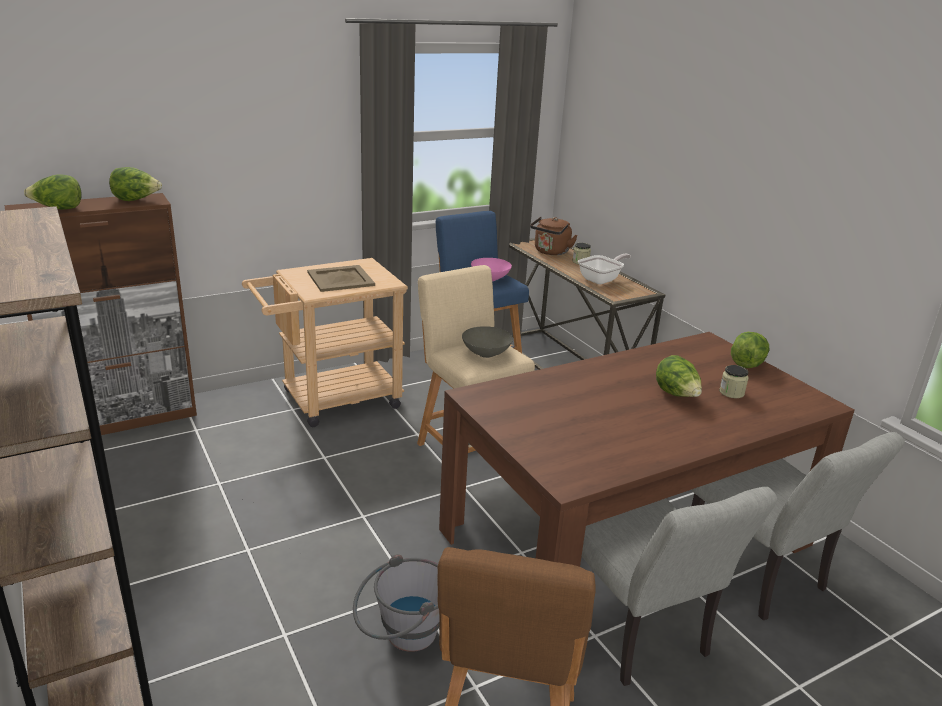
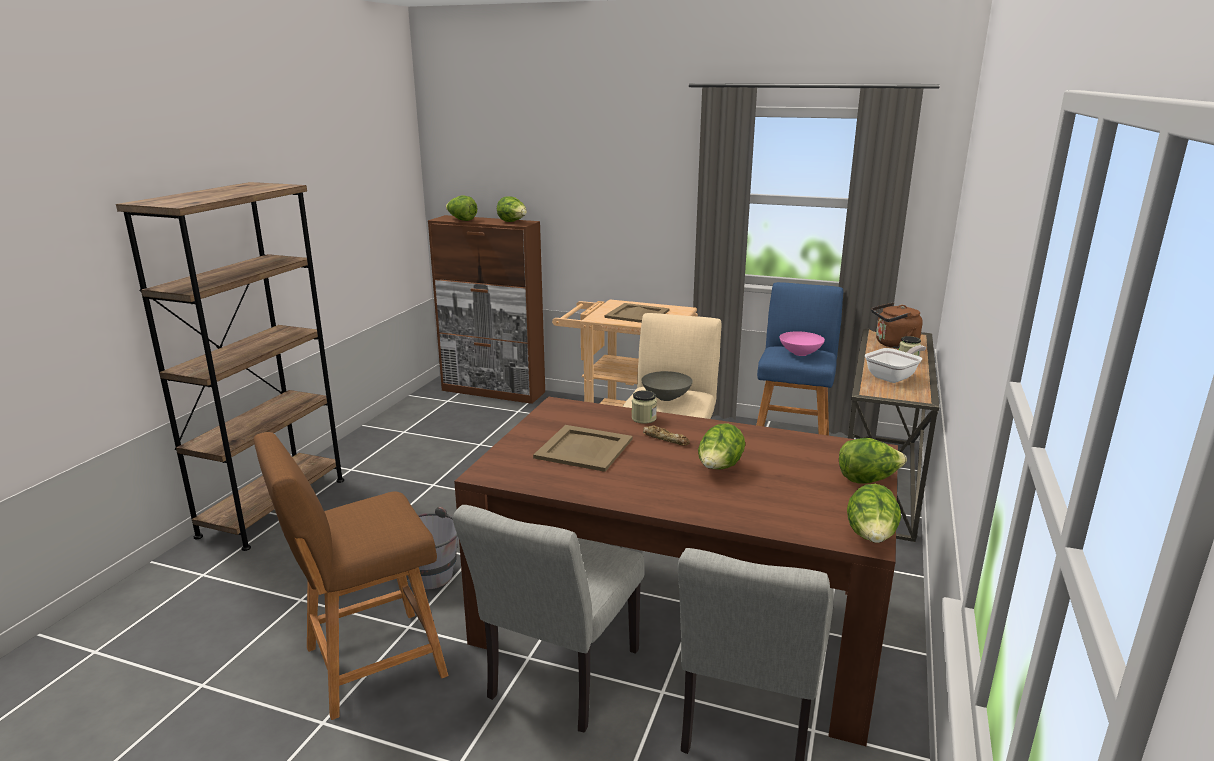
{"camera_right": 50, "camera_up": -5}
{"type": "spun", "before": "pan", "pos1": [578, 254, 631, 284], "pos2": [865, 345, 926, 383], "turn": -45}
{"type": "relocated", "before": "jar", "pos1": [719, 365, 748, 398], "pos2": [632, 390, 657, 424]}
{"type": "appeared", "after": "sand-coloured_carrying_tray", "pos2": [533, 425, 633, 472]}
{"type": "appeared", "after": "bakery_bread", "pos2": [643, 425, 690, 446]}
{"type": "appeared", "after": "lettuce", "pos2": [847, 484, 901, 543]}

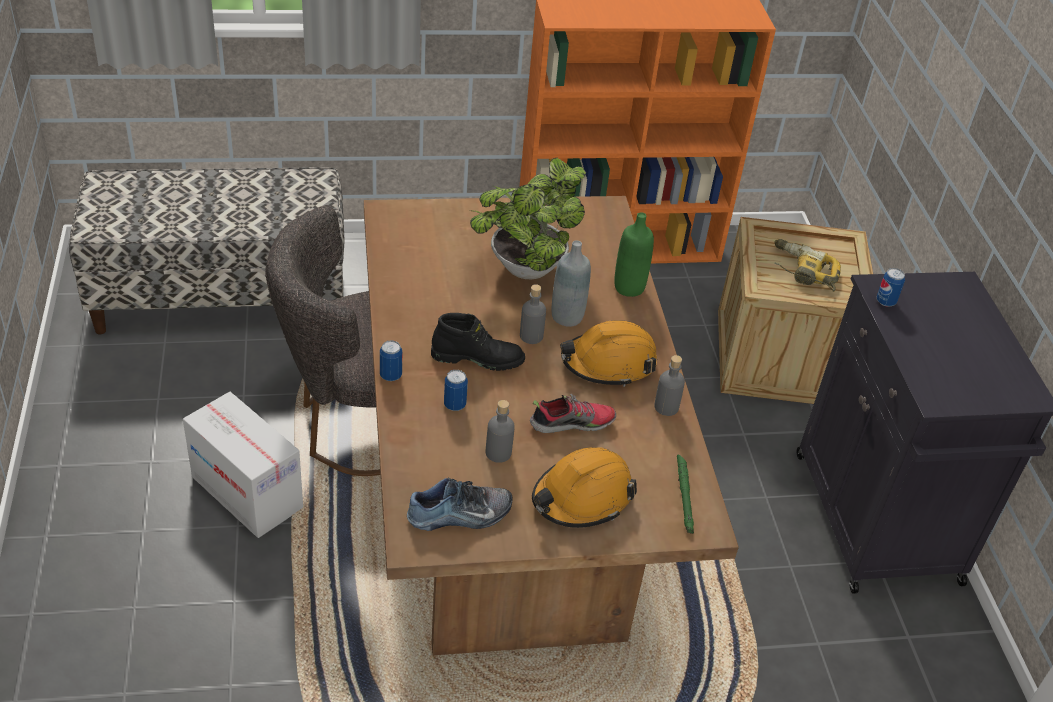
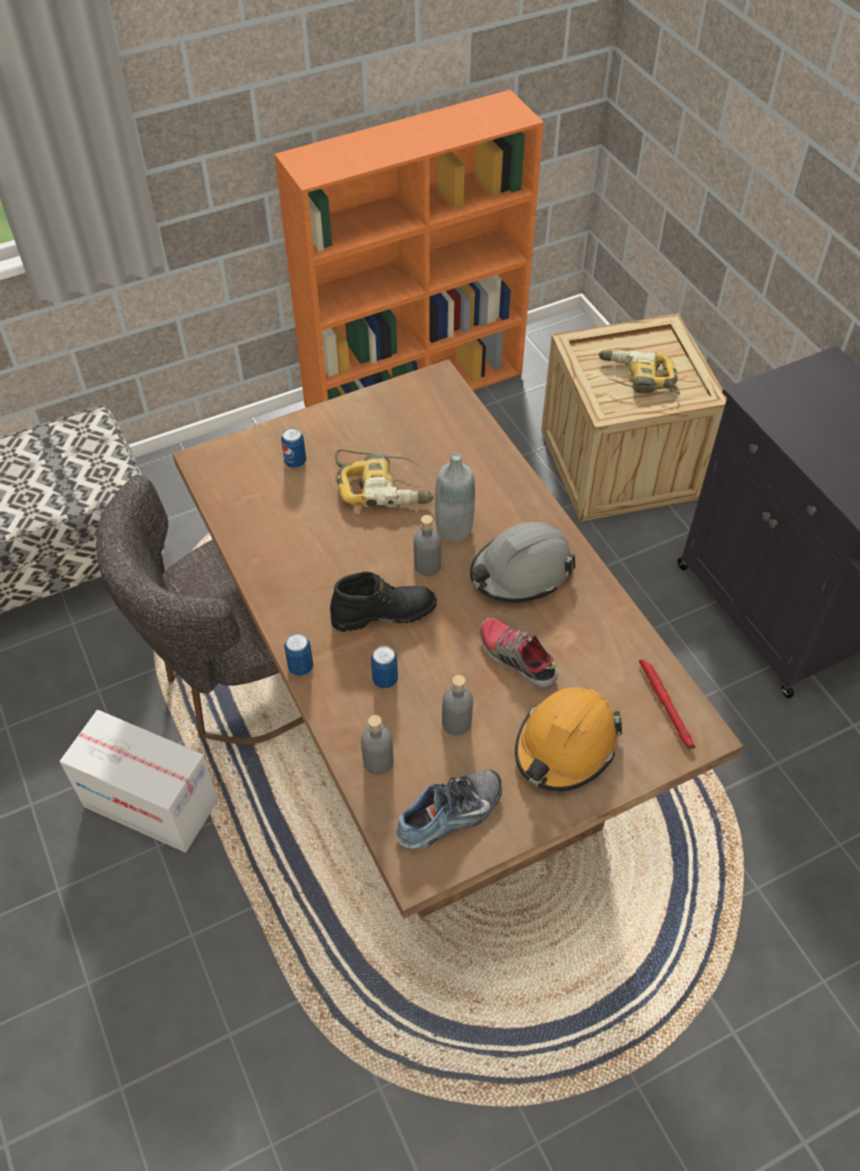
{"camera_right": -15, "camera_up": 10}
{"type": "exchanged", "before": "plant_in_a_pot", "after": "power_drill", "pos1": [470, 158, 586, 279], "pos2": [335, 449, 434, 507]}
{"type": "spun", "before": "shoe", "pos1": [530, 393, 616, 434], "pos2": [479, 618, 558, 687], "turn": -105}
{"type": "colour", "before": "orange_work_helmet", "after": "gray_work_helmet", "pos1": [560, 320, 657, 387], "pos2": [470, 522, 576, 602]}
{"type": "missing", "before": "green-coloured_beverage_bottle", "pos1": [614, 212, 654, 297]}
{"type": "relocated", "before": "gray_beverage_bottle", "pos1": [654, 355, 685, 416], "pos2": [361, 715, 393, 775]}
{"type": "colour", "before": "green-coloured_hand_torch", "after": "reddish_hand_torch", "pos1": [677, 455, 694, 534], "pos2": [639, 660, 696, 749]}
{"type": "relocated", "before": "sealed_can", "pos1": [877, 268, 905, 307], "pos2": [281, 427, 306, 468]}

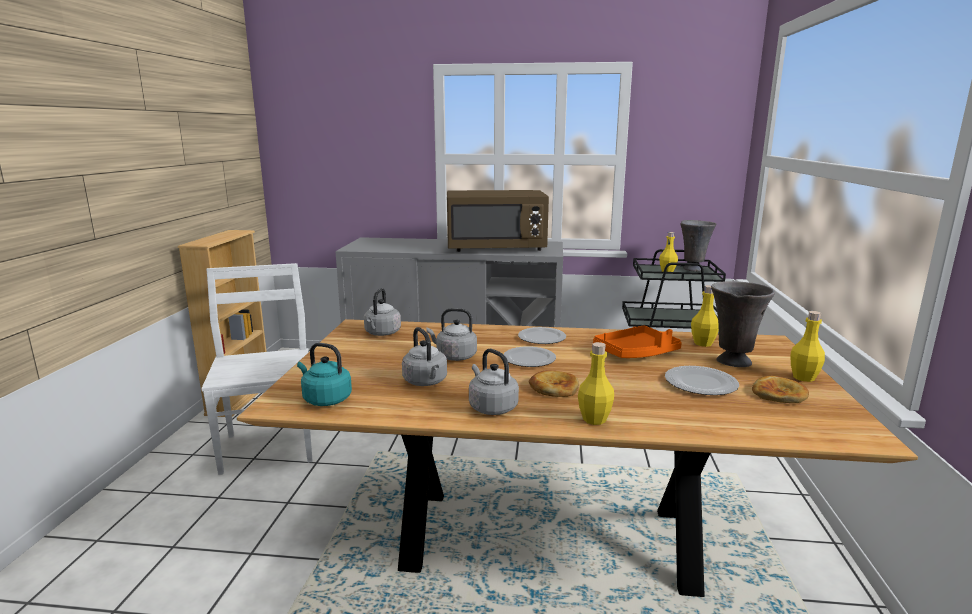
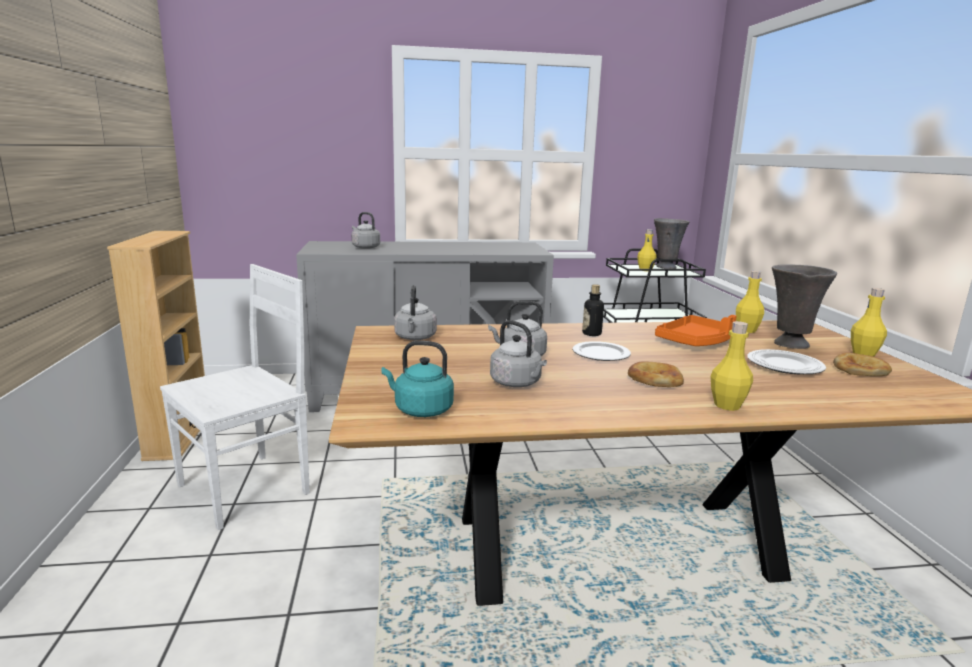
{"camera_right": -15, "camera_up": 0}
{"type": "spun", "before": "whitish_chair", "pos1": [201, 263, 312, 475], "pos2": [160, 264, 310, 530], "turn": 75}
{"type": "missing", "before": "brownish_kitchen_microwave", "pos1": [447, 190, 549, 252]}
{"type": "relocated", "before": "gray_kettle", "pos1": [469, 348, 519, 415], "pos2": [352, 212, 380, 249]}
{"type": "exchanged", "before": "dinner_plate", "after": "beverage_bottle", "pos1": [518, 327, 566, 344], "pos2": [582, 284, 604, 336]}

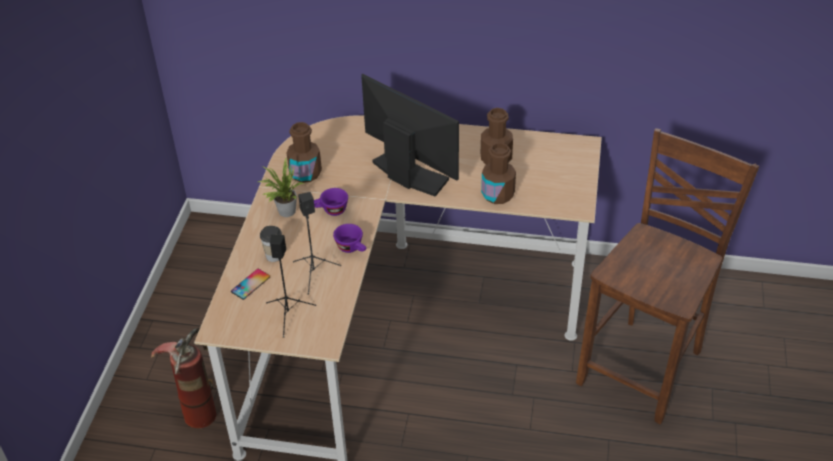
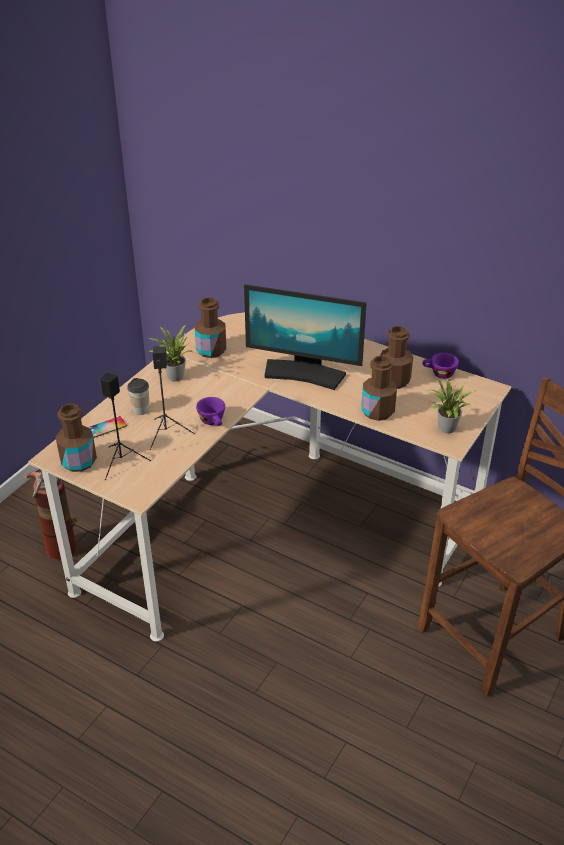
{"camera_right": 20, "camera_up": -5}
{"type": "relocated", "before": "purple-coloured_cup", "pos1": [314, 188, 348, 216], "pos2": [422, 353, 459, 379]}
{"type": "spun", "before": "computer_screen", "pos1": [361, 74, 459, 197], "pos2": [244, 284, 367, 390], "turn": 135}
{"type": "appeared", "after": "brownish_beverage_bottle", "pos2": [56, 404, 97, 472]}
{"type": "appeared", "after": "plant_in_a_pot", "pos2": [430, 374, 475, 433]}

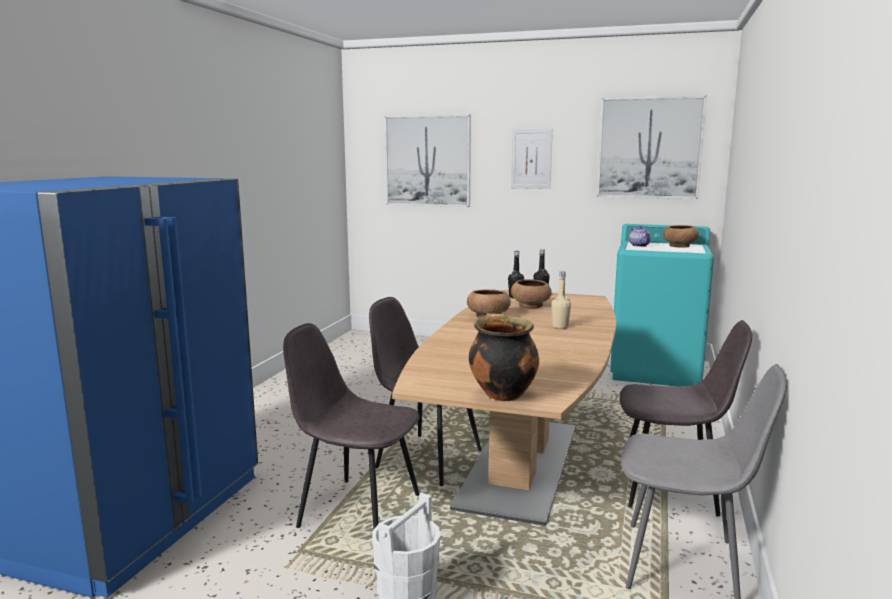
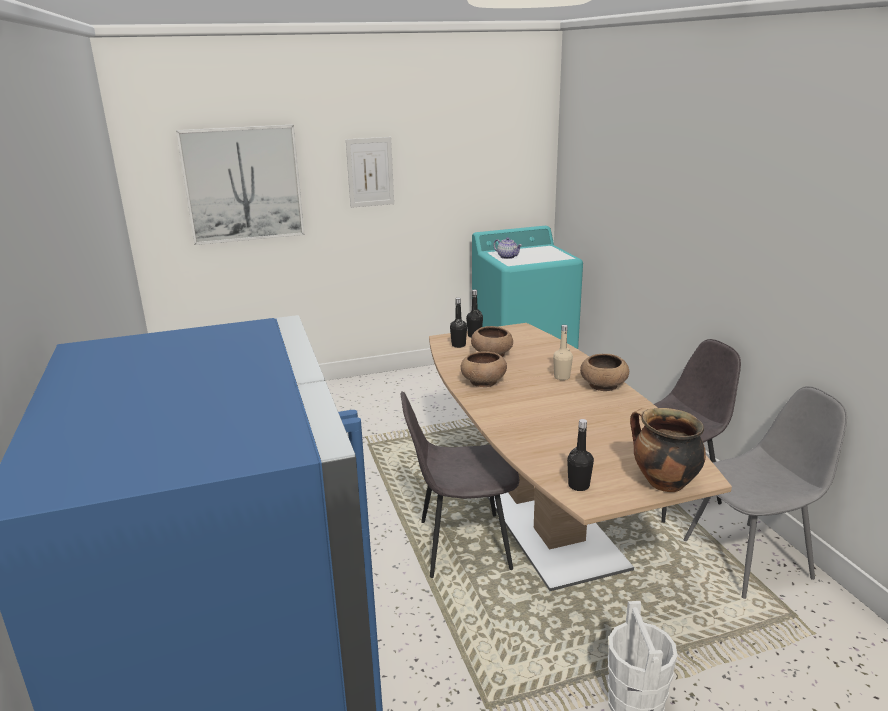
{"camera_right": -35, "camera_up": 10}
{"type": "missing", "before": "gray_chair", "pos1": [283, 323, 420, 529]}
{"type": "missing", "before": "wall_picture", "pos1": [597, 96, 707, 199]}
{"type": "relocated", "before": "brownish_deep_dish", "pos1": [663, 225, 699, 248], "pos2": [580, 354, 629, 391]}
{"type": "appeared", "after": "black-coloured_beverage_bottle", "pos2": [567, 419, 594, 491]}

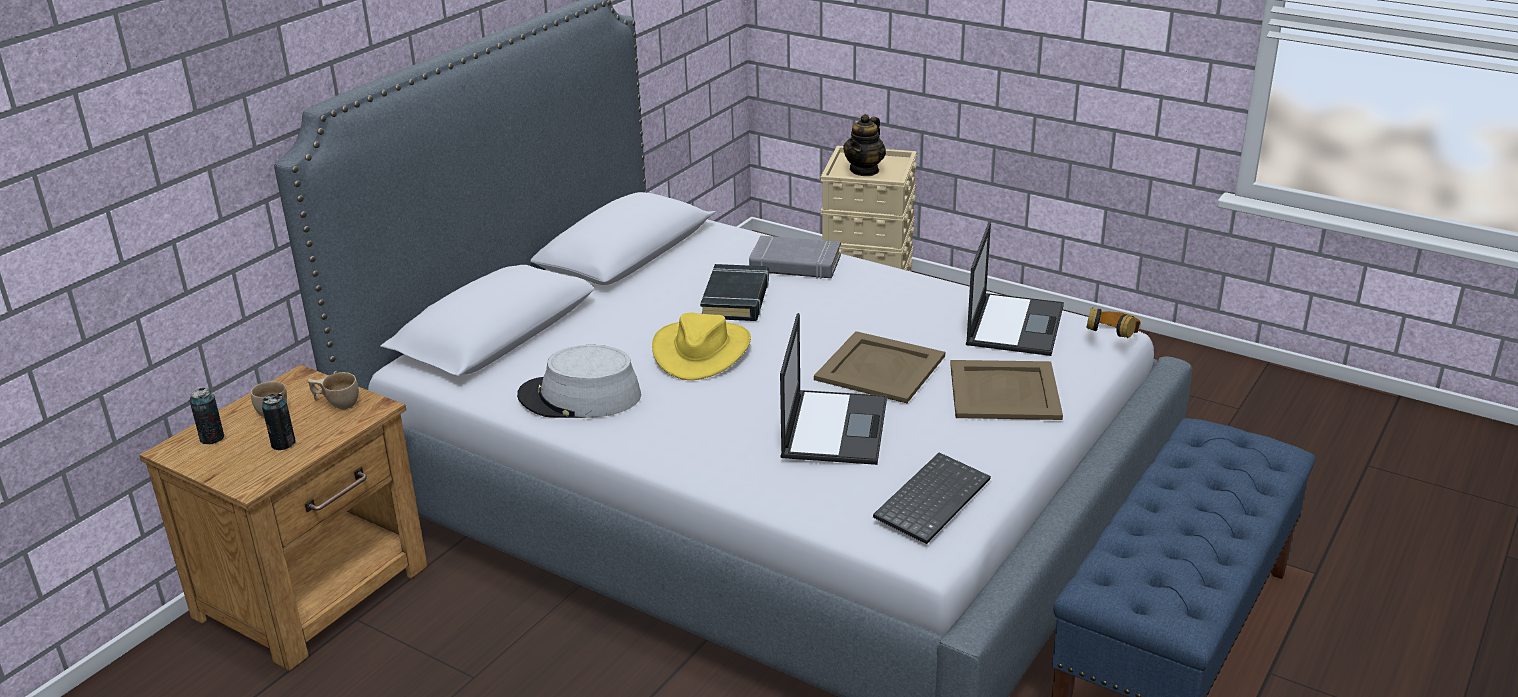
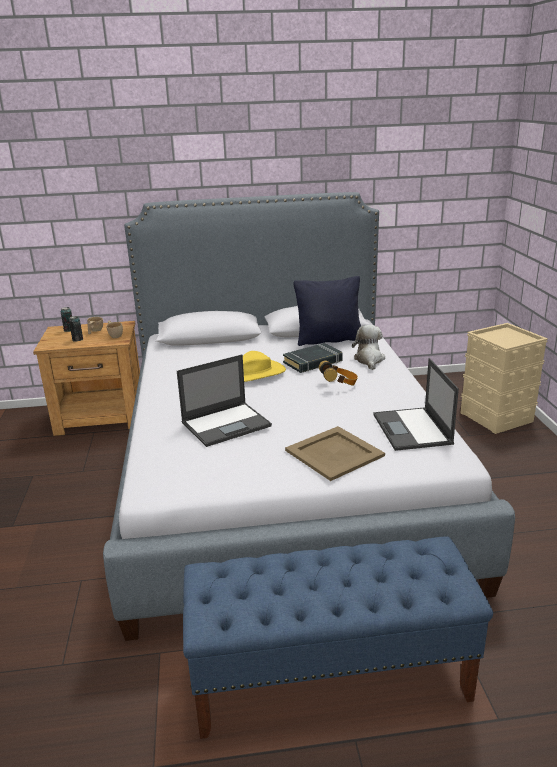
{"camera_right": 50, "camera_up": -5}
{"type": "missing", "before": "gray_hat", "pos1": [517, 345, 641, 418]}
{"type": "exchanged", "before": "gray_book", "after": "soft_toy", "pos1": [749, 236, 841, 279], "pos2": [352, 325, 385, 370]}
{"type": "missing", "before": "sand-coloured_carrying_tray", "pos1": [814, 331, 945, 403]}
{"type": "missing", "before": "tea_pot", "pos1": [843, 114, 886, 176]}
{"type": "missing", "before": "keyboard", "pos1": [873, 452, 991, 544]}
{"type": "spun", "before": "portable_computer", "pos1": [966, 222, 1064, 356], "pos2": [374, 358, 459, 451], "turn": 105}
{"type": "relocated", "before": "pair_of_headphones", "pos1": [1087, 308, 1141, 338], "pos2": [319, 360, 358, 386]}
{"type": "appeared", "after": "black-coloured_pillow", "pos2": [294, 276, 361, 346]}

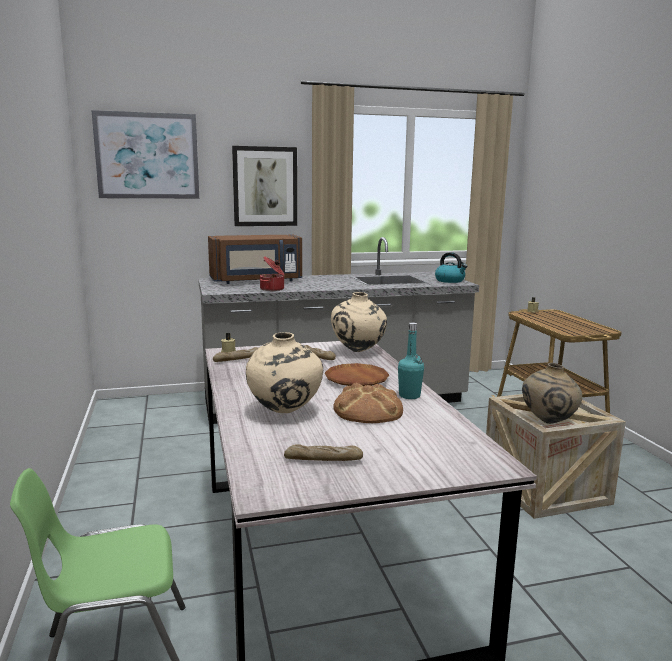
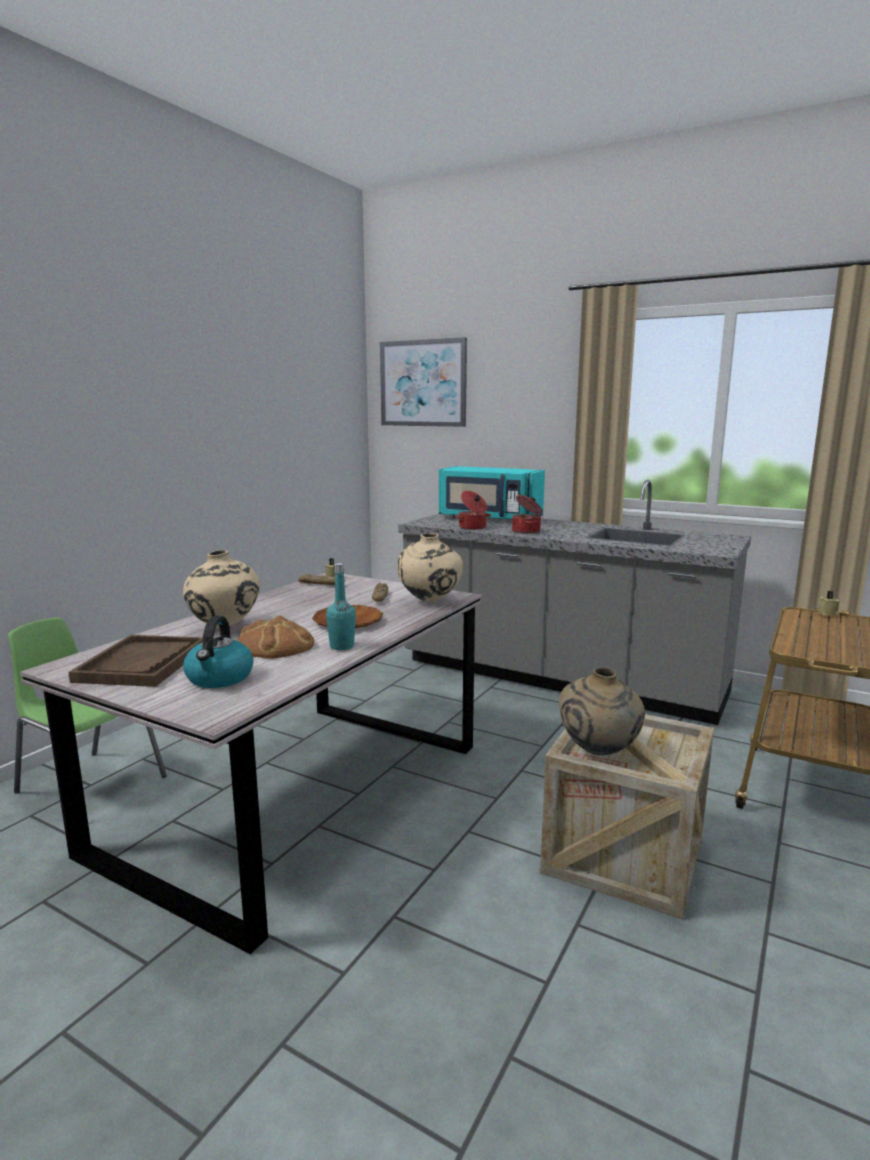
{"camera_right": 45, "camera_up": 0}
{"type": "colour", "before": "brownish_kitchen_microwave", "after": "blue-green_kitchen_microwave", "pos1": [208, 234, 302, 284], "pos2": [439, 466, 545, 519]}
{"type": "missing", "before": "wall_picture", "pos1": [232, 146, 297, 226]}
{"type": "exchanged", "before": "bakery_bread", "after": "brownish_carrying_tray", "pos1": [284, 444, 363, 461], "pos2": [68, 635, 203, 687]}
{"type": "relocated", "before": "kettle", "pos1": [435, 252, 468, 283], "pos2": [183, 616, 254, 688]}
{"type": "appeared", "after": "saucepot", "pos2": [512, 495, 543, 534]}

